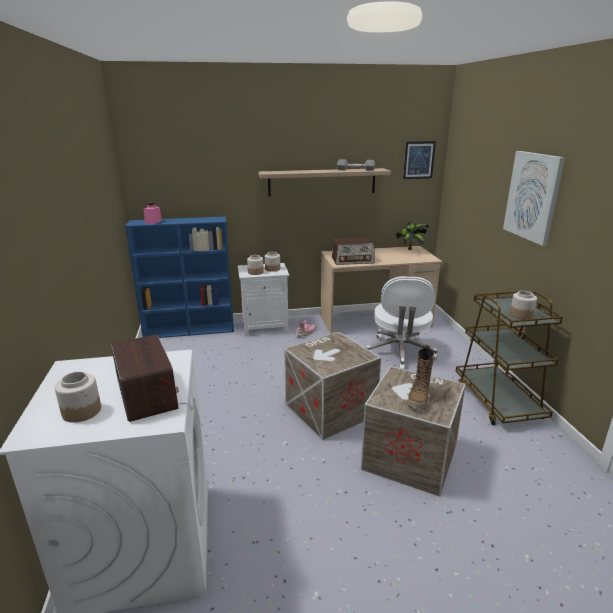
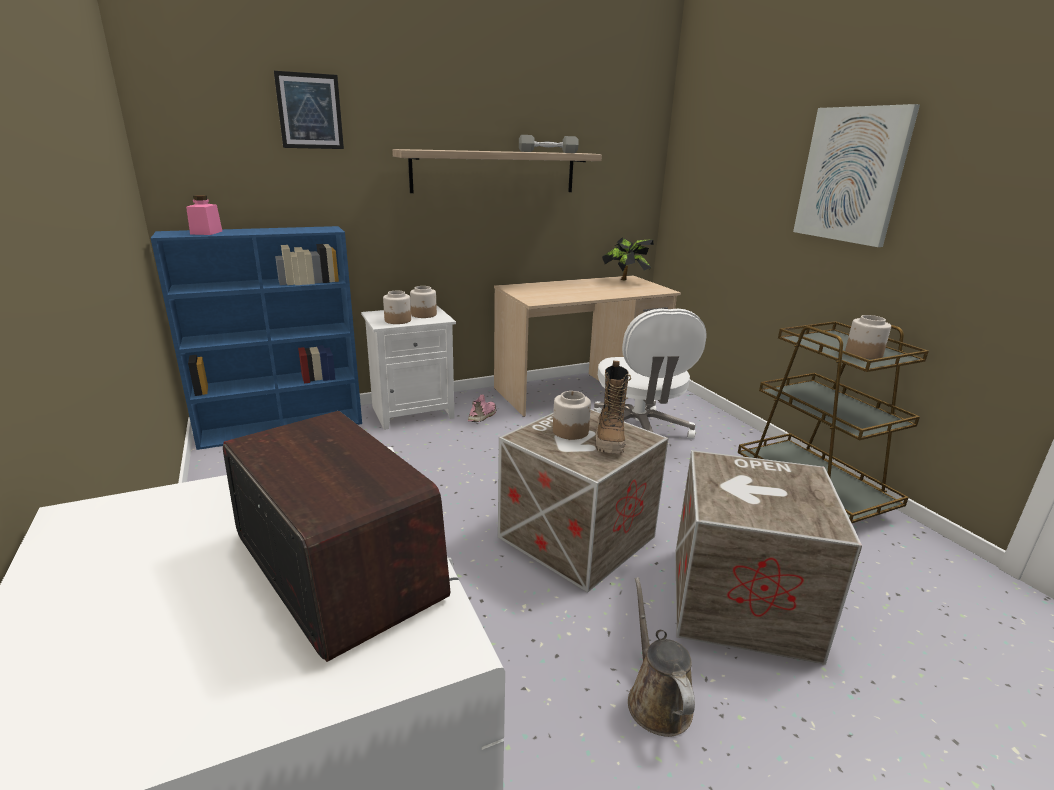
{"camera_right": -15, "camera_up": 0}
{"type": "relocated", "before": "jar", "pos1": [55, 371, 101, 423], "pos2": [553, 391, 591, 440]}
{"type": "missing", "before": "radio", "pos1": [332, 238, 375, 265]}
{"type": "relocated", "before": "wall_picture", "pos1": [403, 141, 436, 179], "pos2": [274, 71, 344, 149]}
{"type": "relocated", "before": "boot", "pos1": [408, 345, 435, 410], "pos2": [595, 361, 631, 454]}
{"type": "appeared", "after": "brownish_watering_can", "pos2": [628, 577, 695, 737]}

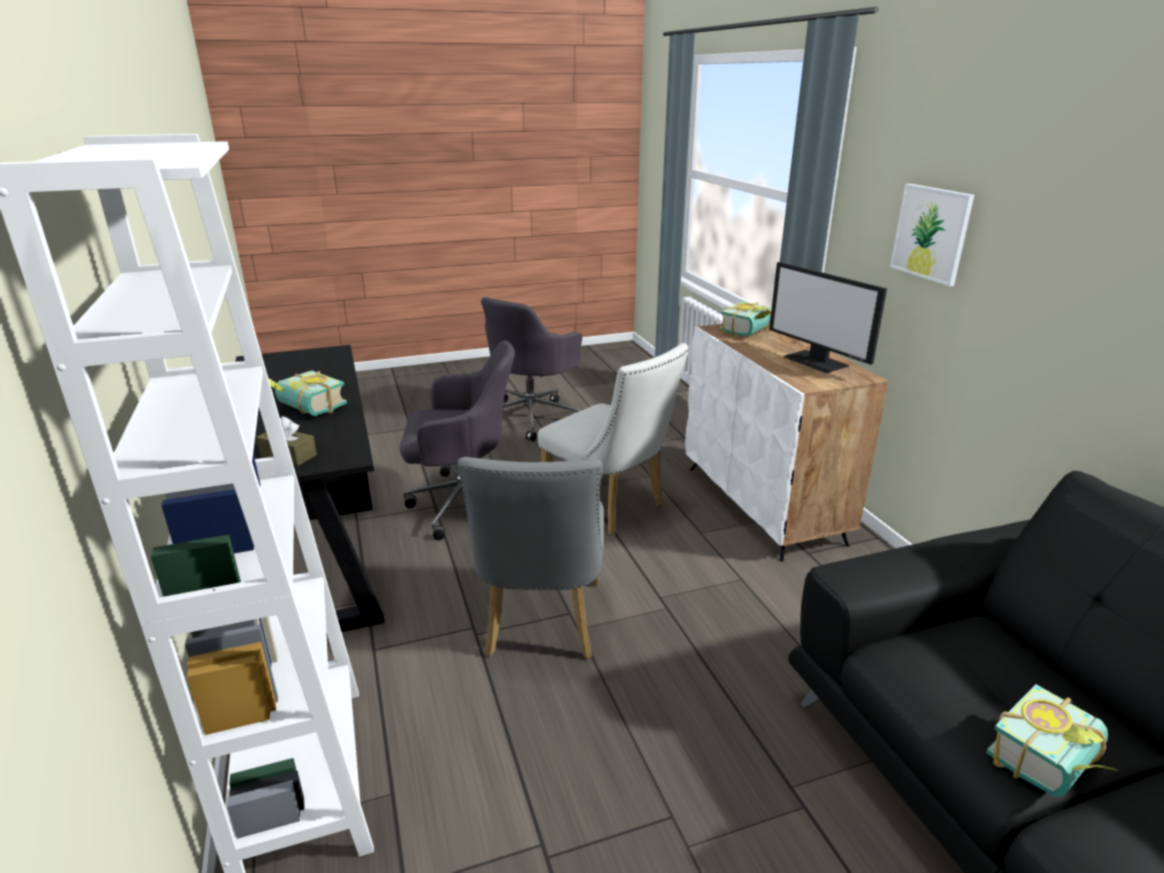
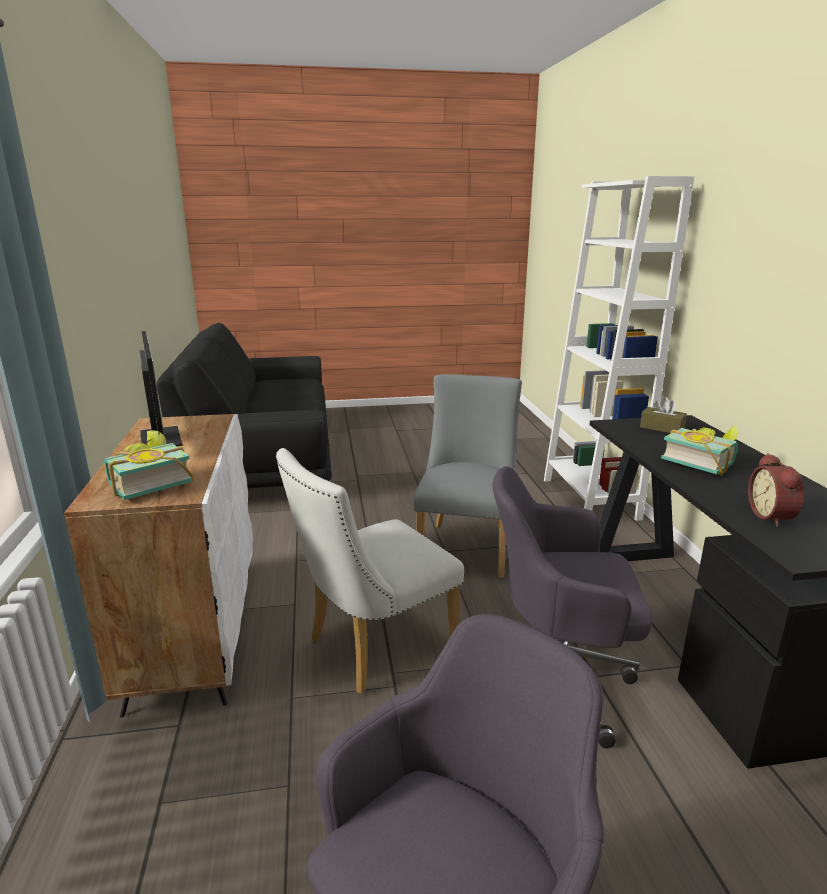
{"camera_right": -170, "camera_up": -5}
{"type": "spun", "before": "whitish_chair", "pos1": [538, 343, 689, 536], "pos2": [276, 448, 464, 694], "turn": -90}
{"type": "missing", "before": "wall_picture", "pos1": [890, 184, 974, 286]}
{"type": "missing", "before": "book", "pos1": [986, 684, 1118, 797]}
{"type": "appeared", "after": "alarm_clock", "pos2": [748, 453, 804, 527]}

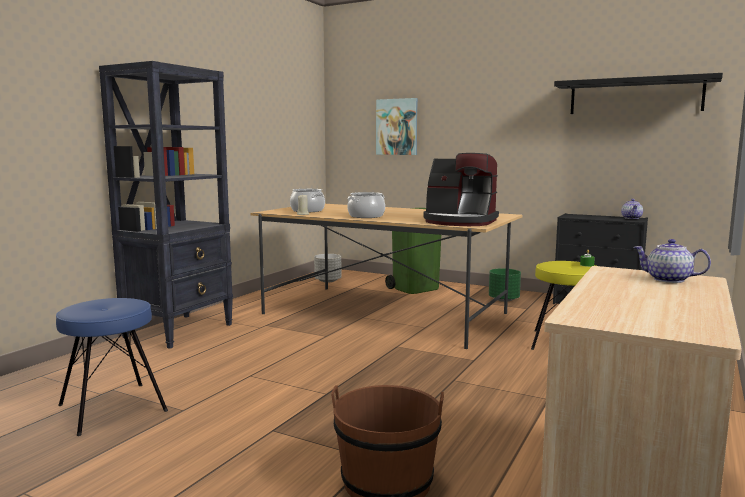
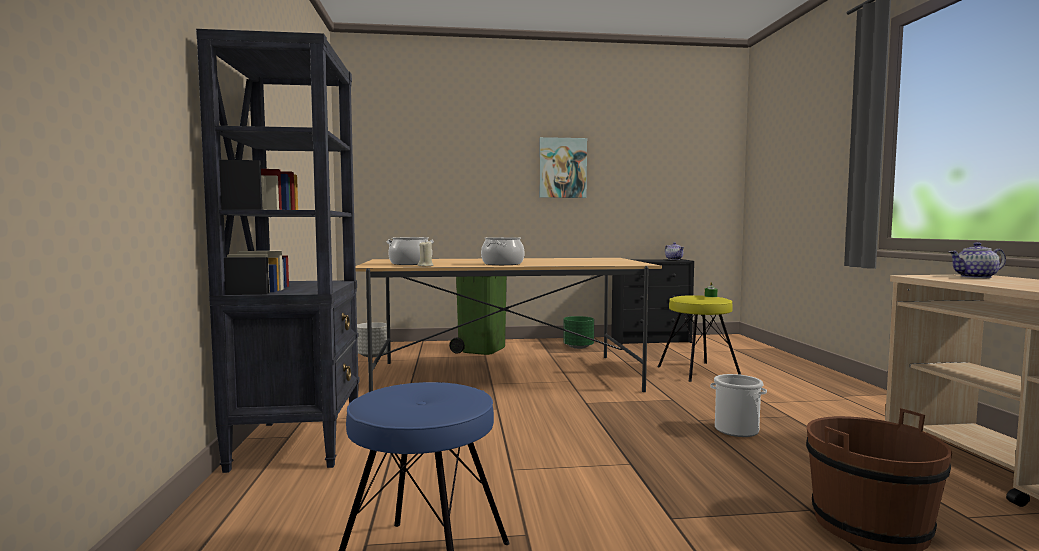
{"camera_right": -35, "camera_up": -5}
{"type": "relocated", "before": "wall_picture", "pos1": [376, 98, 418, 155], "pos2": [539, 137, 587, 198]}
{"type": "missing", "before": "coffee_maker", "pos1": [423, 153, 499, 226]}
{"type": "missing", "before": "black-coloured_bracket_shelf", "pos1": [554, 73, 723, 114]}
{"type": "appeared", "after": "bucket", "pos2": [710, 374, 767, 437]}

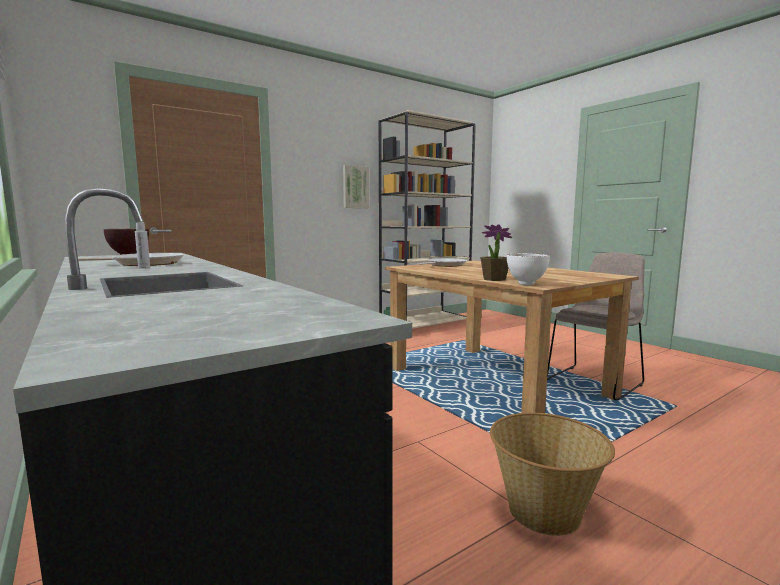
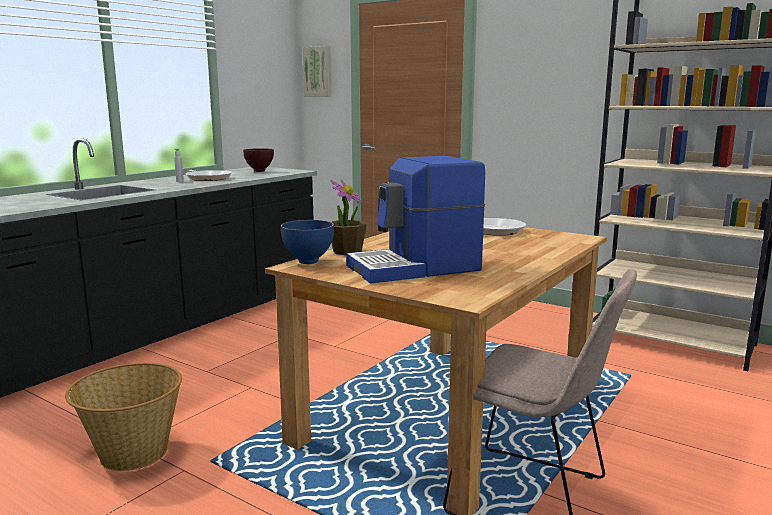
{"camera_right": 70, "camera_up": 5}
{"type": "relocated", "before": "wall_picture", "pos1": [343, 165, 369, 208], "pos2": [302, 46, 331, 97]}
{"type": "colour", "before": "whitish_deep_dish", "after": "blue_deep_dish", "pos1": [507, 253, 550, 285], "pos2": [281, 220, 334, 264]}
{"type": "appeared", "after": "coffee_maker", "pos2": [346, 156, 485, 284]}

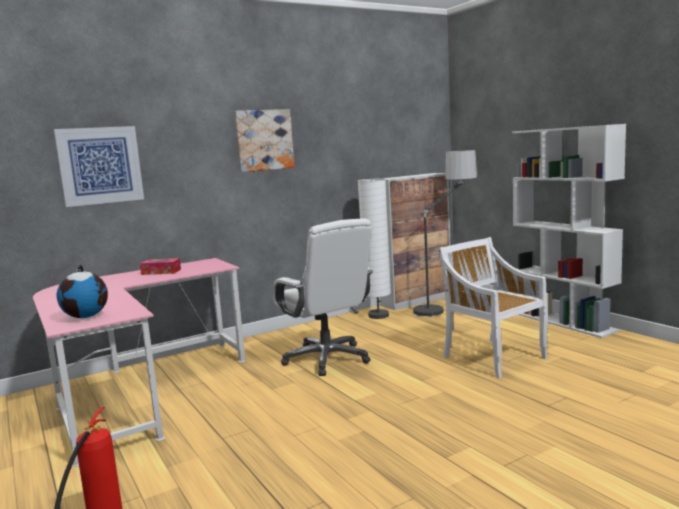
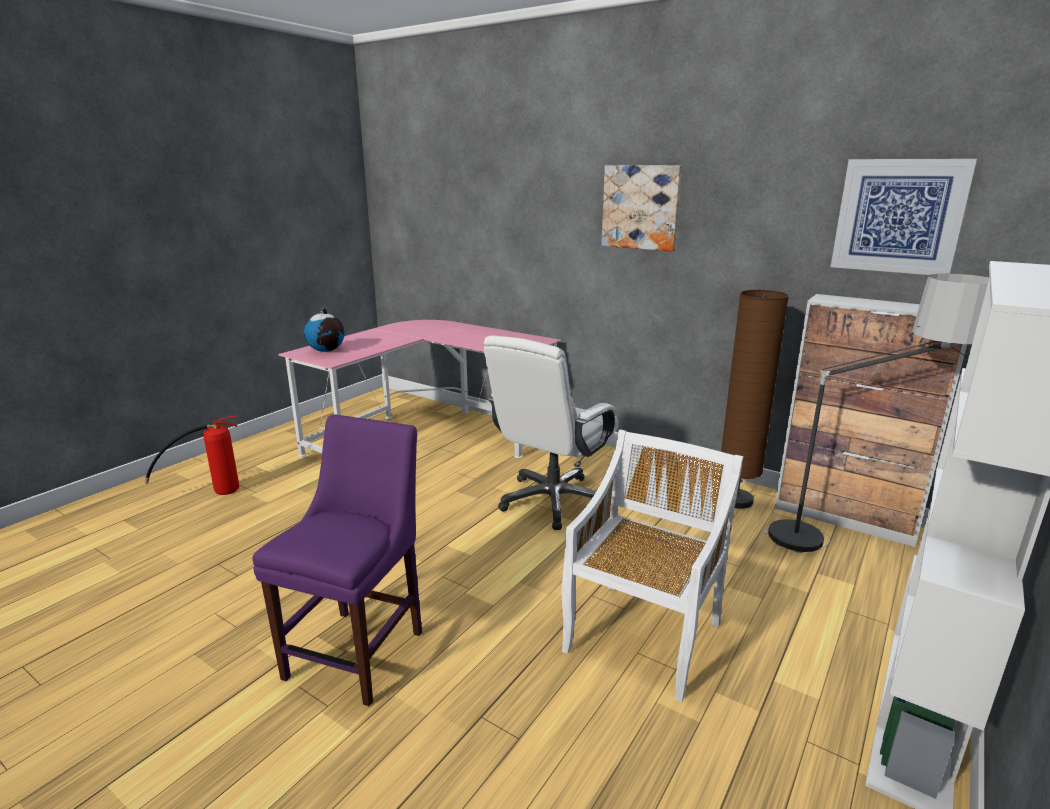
{"camera_right": 65, "camera_up": 10}
{"type": "relocated", "before": "wall_picture", "pos1": [54, 126, 144, 207], "pos2": [830, 159, 977, 275]}
{"type": "missing", "before": "tissue_box", "pos1": [140, 258, 181, 275]}
{"type": "colour", "before": "whitish_standing_lamp", "after": "brownish_standing_lamp", "pos1": [358, 178, 391, 319], "pos2": [721, 290, 789, 509]}
{"type": "appeared", "after": "purple-coloured_chair", "pos2": [252, 414, 422, 706]}

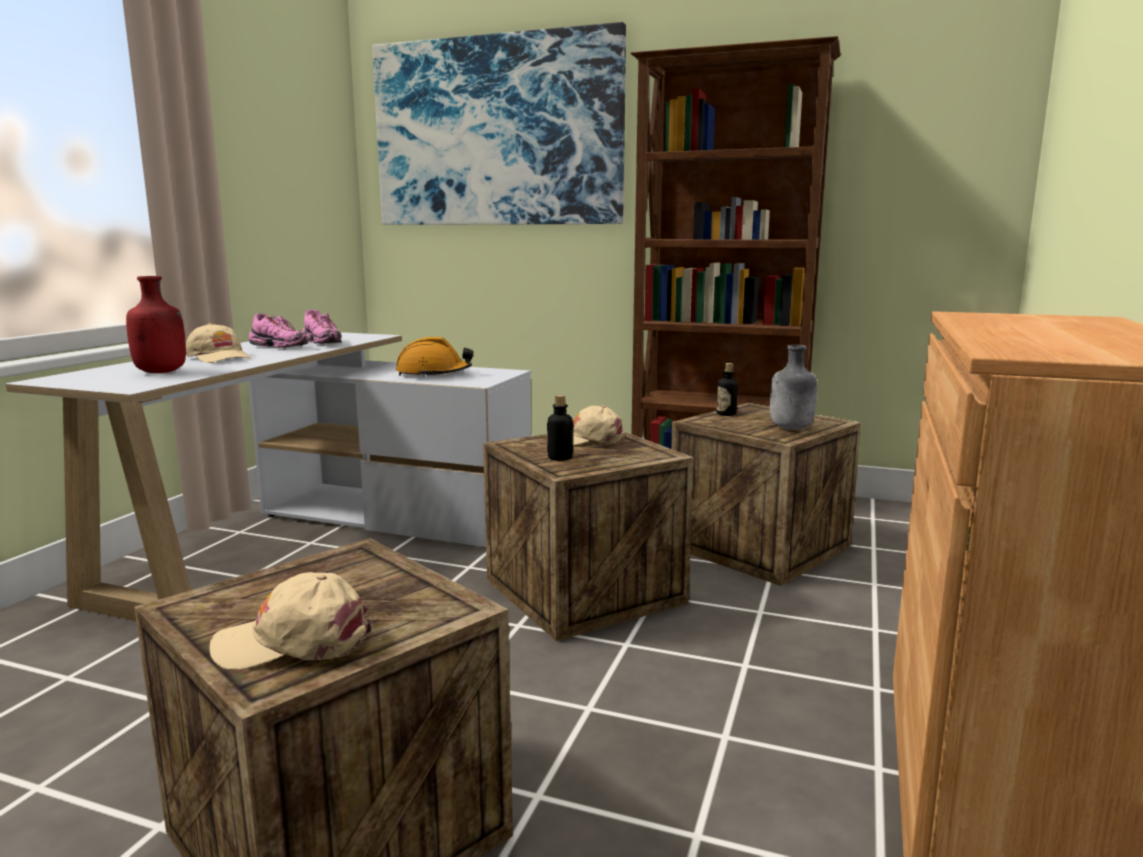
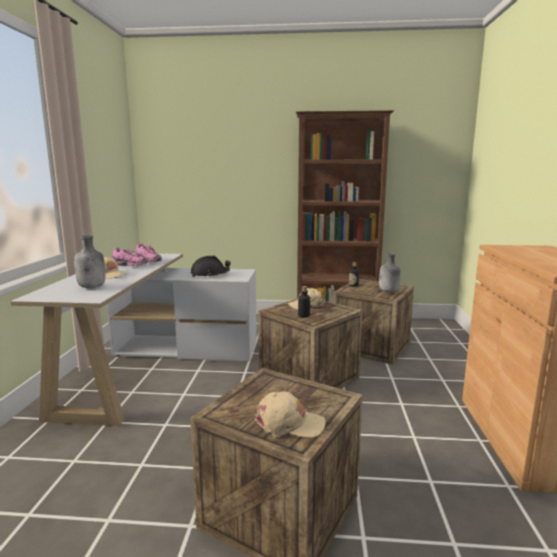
{"camera_right": -15, "camera_up": 0}
{"type": "colour", "before": "reddish_beverage_bottle", "after": "gray_beverage_bottle", "pos1": [126, 276, 186, 373], "pos2": [74, 235, 105, 288]}
{"type": "spun", "before": "sand-coloured_baseball_cap", "pos1": [209, 572, 371, 670], "pos2": [254, 391, 326, 438], "turn": -150}
{"type": "missing", "before": "wall_picture", "pos1": [372, 22, 626, 225]}
{"type": "colour", "before": "orange_work_helmet", "after": "black-coloured_work_helmet", "pos1": [396, 337, 473, 377], "pos2": [191, 256, 231, 277]}

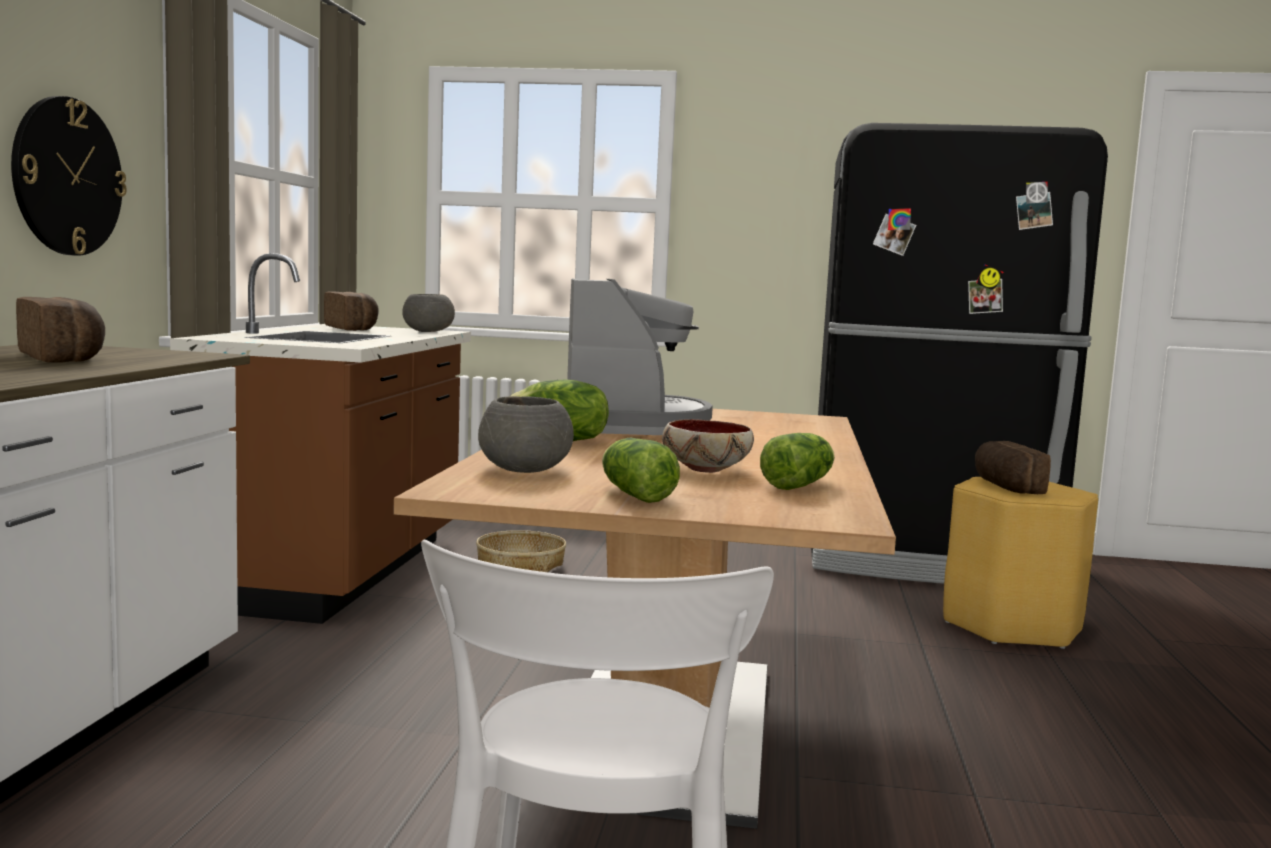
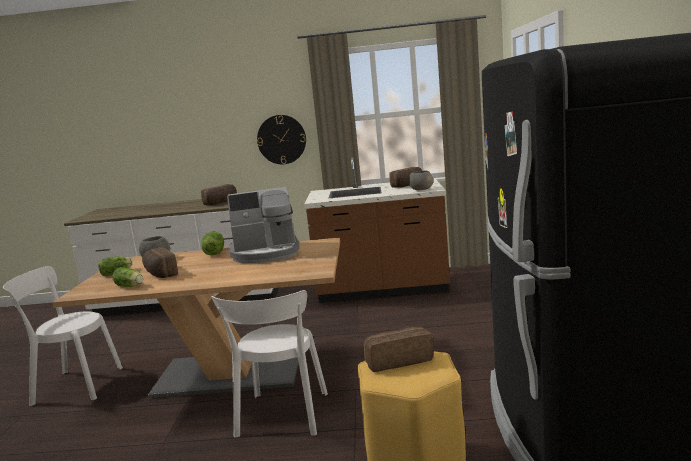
{"camera_right": 85, "camera_up": 5}
{"type": "missing", "before": "household_basket", "pos1": [476, 530, 566, 572]}
{"type": "exchanged", "before": "deep_dish", "after": "bakery_bread", "pos1": [662, 419, 754, 473], "pos2": [142, 247, 178, 278]}
{"type": "appeared", "after": "whitish_chair", "pos2": [211, 290, 328, 437]}

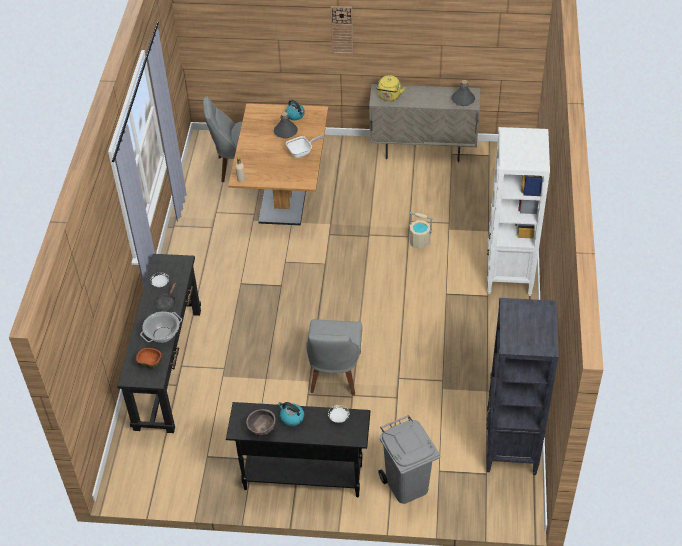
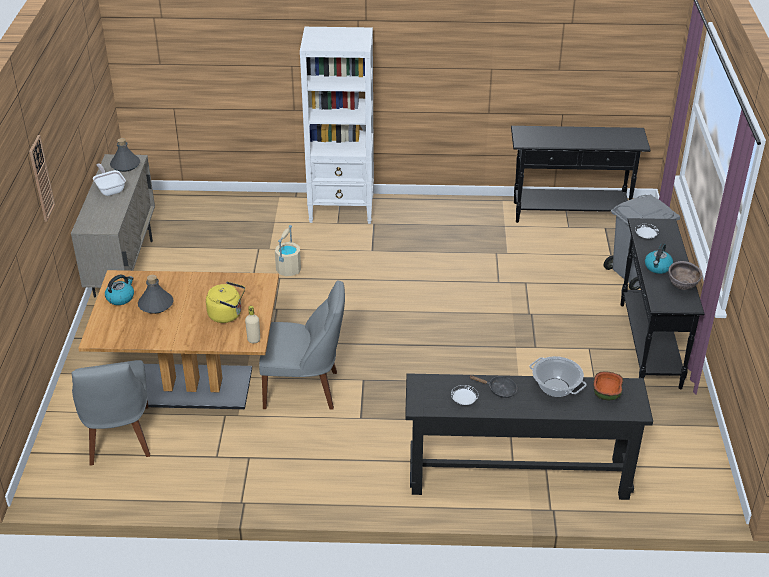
{"camera_right": -95, "camera_up": -10}
{"type": "relocated", "before": "pan", "pos1": [286, 136, 324, 158], "pos2": [93, 164, 126, 196]}
{"type": "relocated", "before": "gray_chair", "pos1": [306, 319, 362, 395], "pos2": [259, 280, 345, 410]}
{"type": "relocated", "before": "yellow_kettle", "pos1": [376, 75, 405, 101], "pos2": [206, 281, 245, 323]}
{"type": "exchanged", "before": "black-coloured_bookshelf", "after": "black-coloured_narrow_table", "pos1": [486, 298, 559, 475], "pos2": [511, 126, 651, 223]}

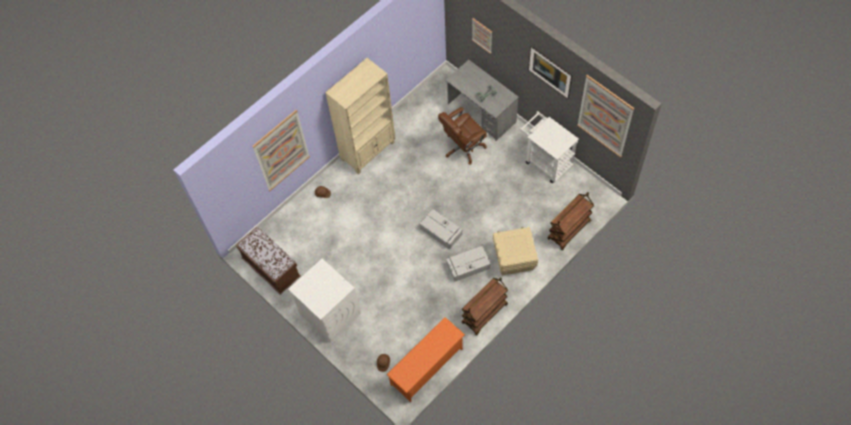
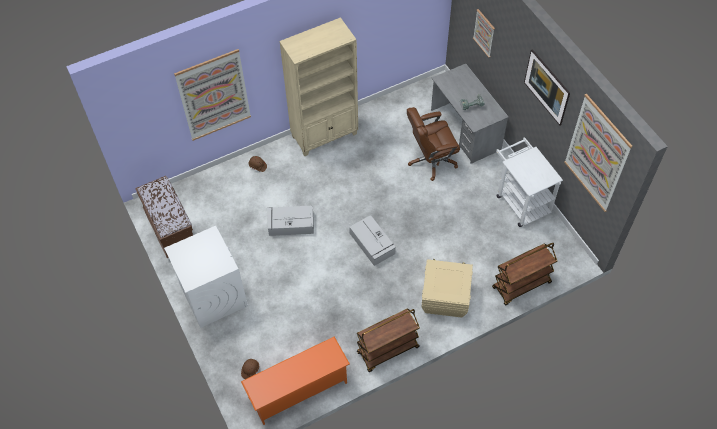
{"camera_right": 15, "camera_up": -5}
{"type": "relocated", "before": "gray_storage_box", "pos1": [446, 246, 490, 282], "pos2": [267, 206, 314, 236]}

